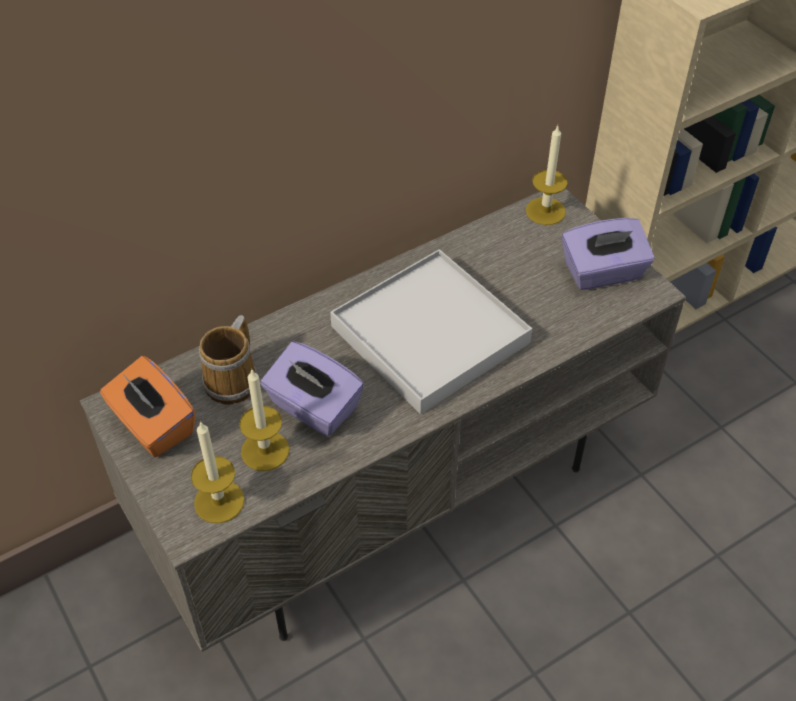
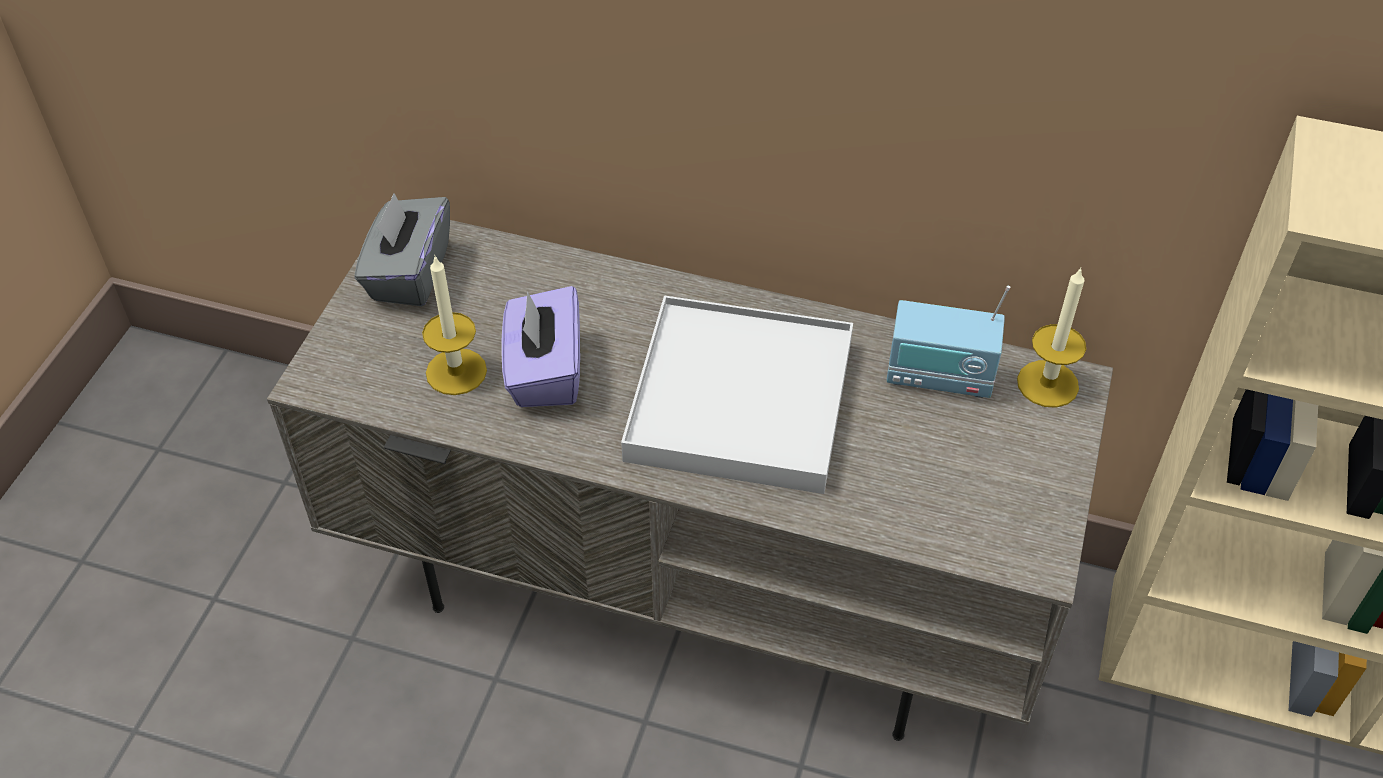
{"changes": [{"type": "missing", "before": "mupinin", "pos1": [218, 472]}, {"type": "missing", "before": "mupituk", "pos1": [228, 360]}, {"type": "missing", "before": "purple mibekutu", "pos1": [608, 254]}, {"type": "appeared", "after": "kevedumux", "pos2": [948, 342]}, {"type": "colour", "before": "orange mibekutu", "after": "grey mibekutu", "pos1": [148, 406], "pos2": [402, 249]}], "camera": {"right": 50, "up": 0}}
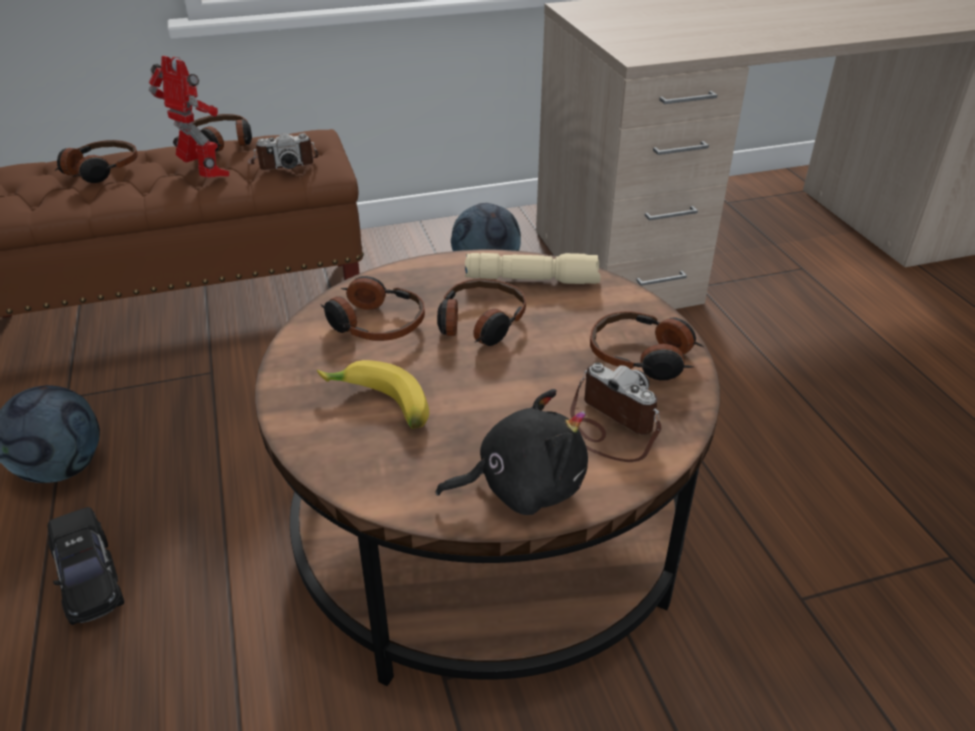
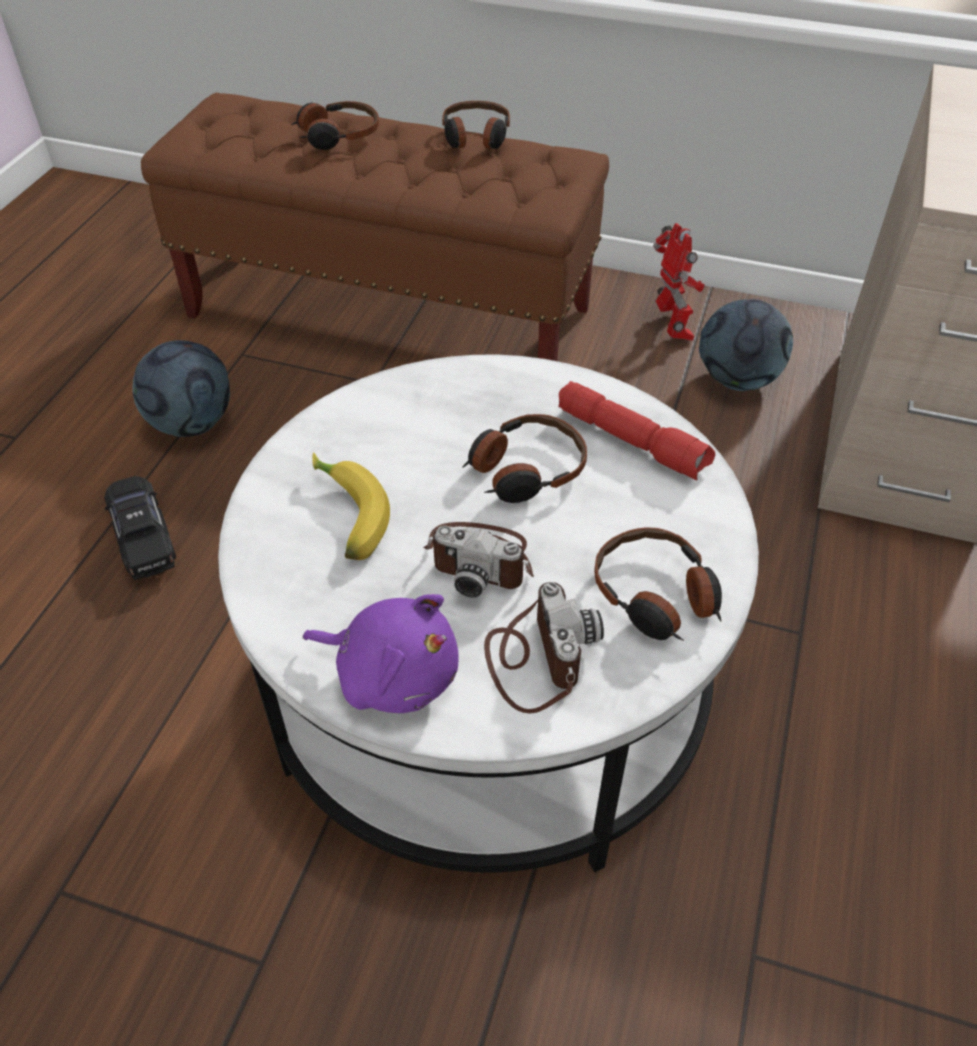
{"changes": [{"type": "missing", "before": "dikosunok", "pos1": [372, 308]}, {"type": "relocated", "before": "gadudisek", "pos1": [189, 117], "pos2": [679, 282]}, {"type": "relocated", "before": "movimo", "pos1": [283, 151], "pos2": [478, 560]}, {"type": "colour", "before": "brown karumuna", "after": "white karumuna", "pos1": [487, 468], "pos2": [488, 614]}, {"type": "colour", "before": "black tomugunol", "after": "purple tomugunol", "pos1": [512, 452], "pos2": [381, 653]}, {"type": "colour", "before": "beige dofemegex", "after": "red dofemegex", "pos1": [533, 268], "pos2": [636, 430]}, {"type": "spun", "before": "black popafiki", "pos1": [86, 566], "pos2": [140, 528], "turn": 150}], "camera": {"right": 35, "up": 10}}
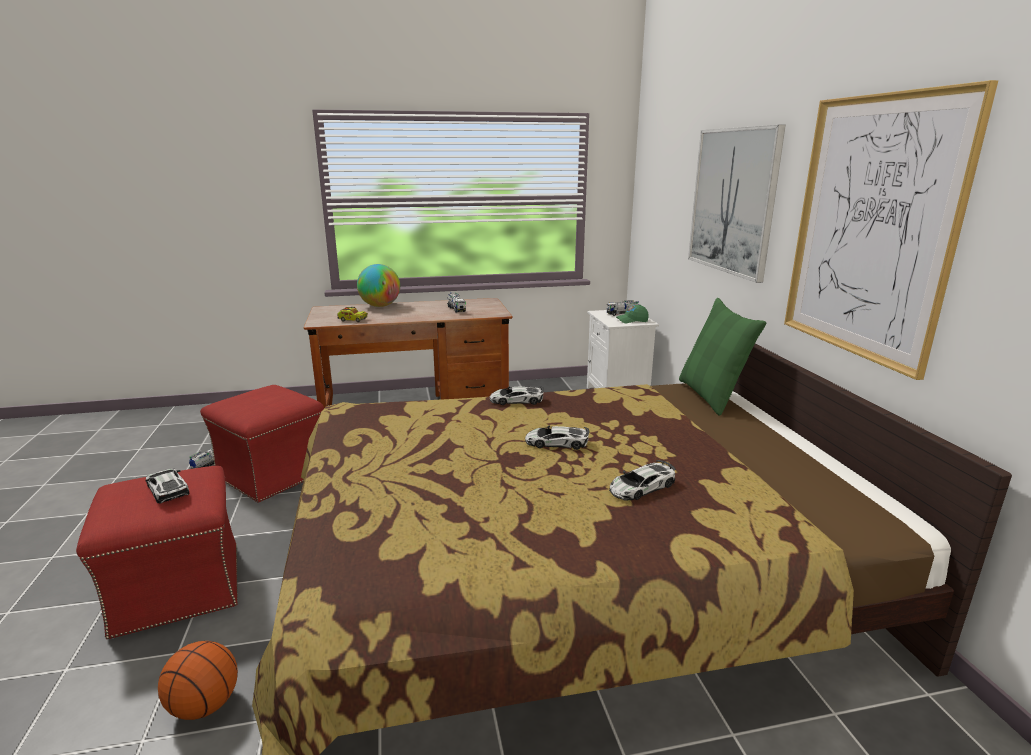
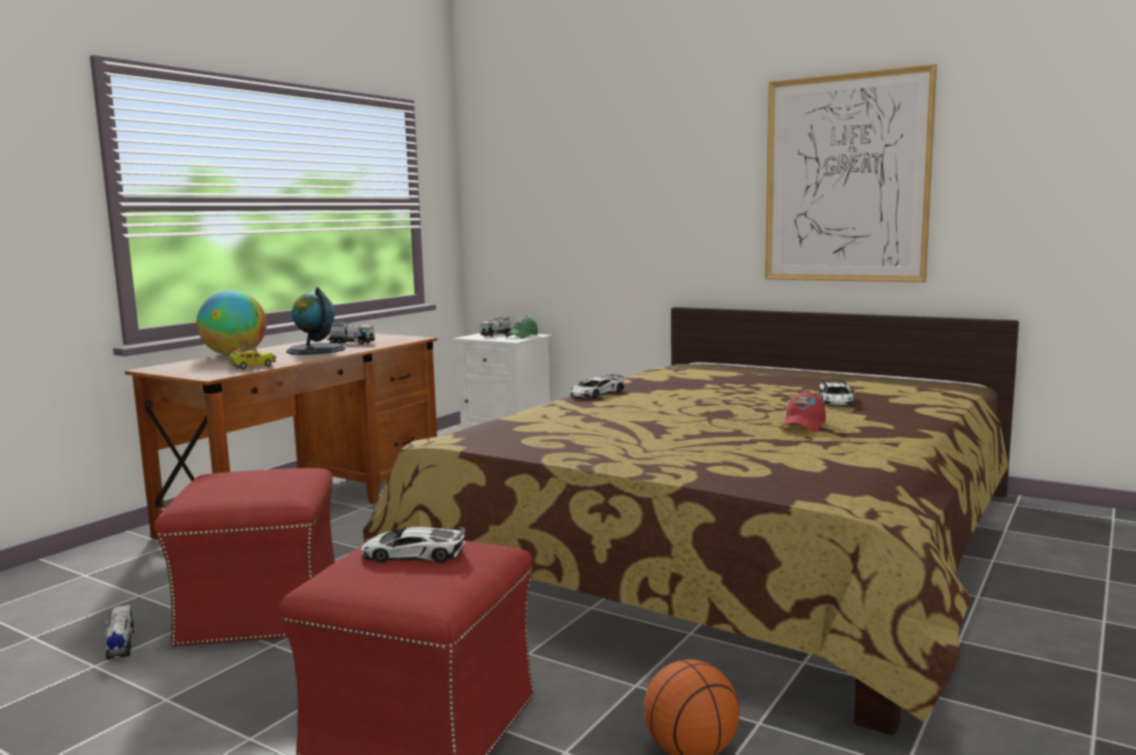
{"changes": [{"type": "missing", "before": "popafiki", "pos1": [557, 437]}, {"type": "missing", "before": "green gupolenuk", "pos1": [722, 357]}, {"type": "missing", "before": "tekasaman", "pos1": [737, 204]}, {"type": "appeared", "after": "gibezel", "pos2": [315, 321]}, {"type": "appeared", "after": "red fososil", "pos2": [803, 411]}], "camera": {"right": -45, "up": -10}}
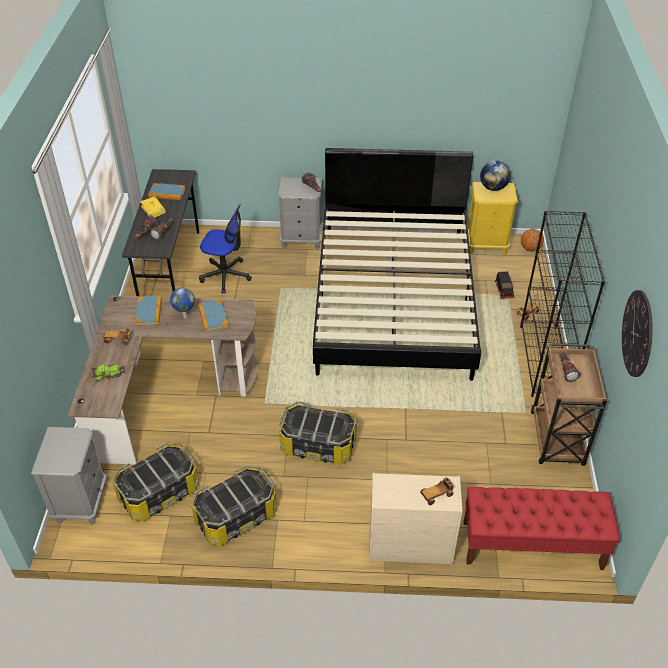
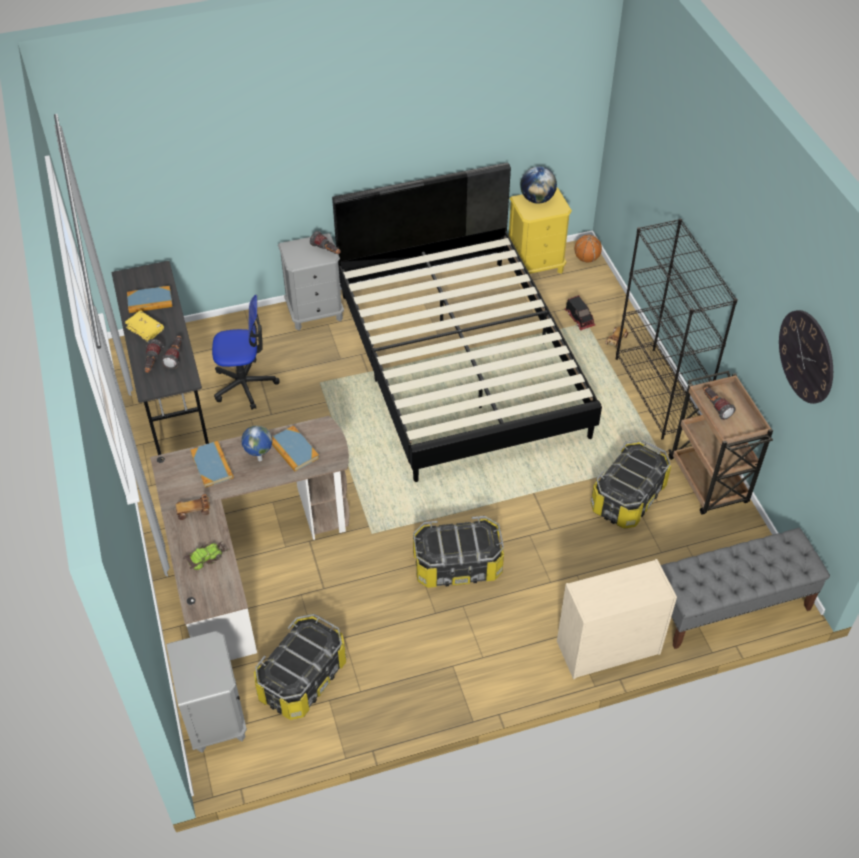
{"changes": [{"type": "missing", "before": "popafiki", "pos1": [437, 491]}, {"type": "relocated", "before": "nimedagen", "pos1": [234, 505], "pos2": [631, 484]}, {"type": "colour", "before": "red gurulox", "after": "grey gurulox", "pos1": [542, 528], "pos2": [745, 588]}], "camera": {"right": -20, "up": 5}}
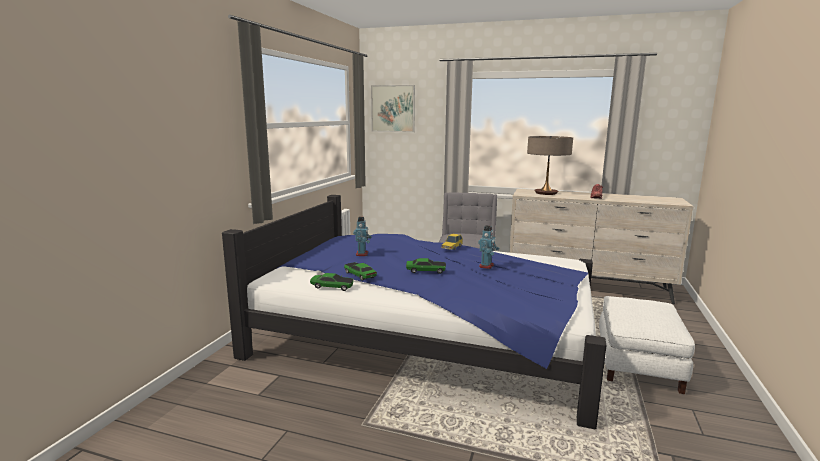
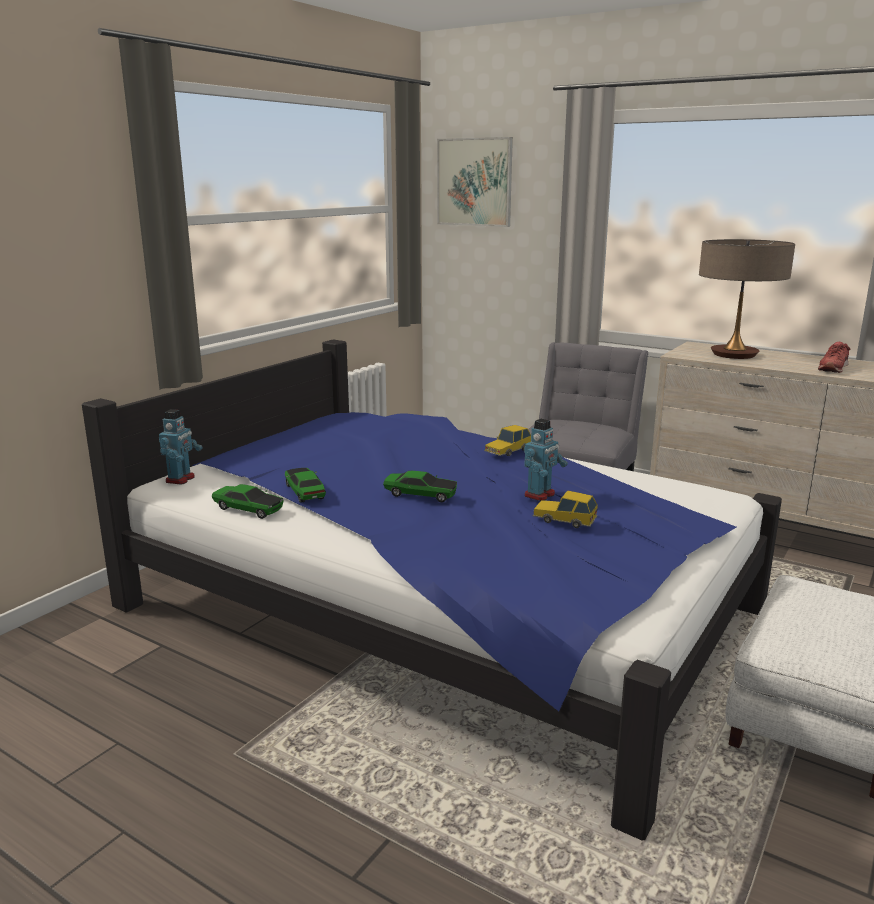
{"changes": [{"type": "appeared", "after": "popafiki", "pos2": [565, 509]}, {"type": "relocated", "before": "gadudisek", "pos1": [362, 236], "pos2": [180, 446]}], "camera": {"right": 15, "up": 5}}
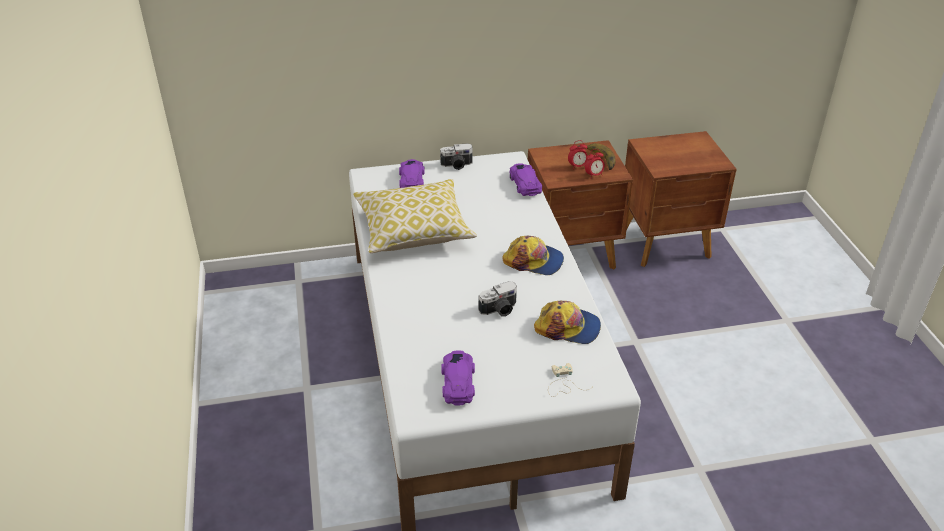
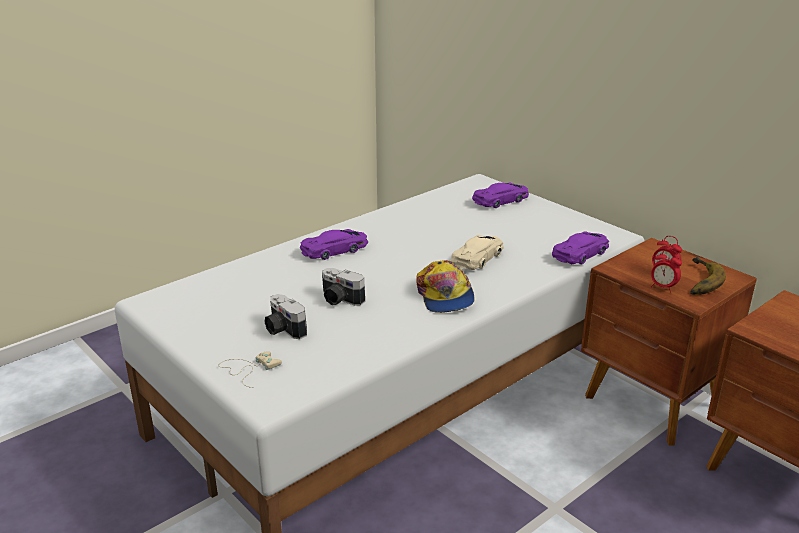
{"changes": [{"type": "missing", "before": "gupolenuk", "pos1": [415, 216]}, {"type": "missing", "before": "fososil", "pos1": [567, 322]}, {"type": "appeared", "after": "beige popafiki", "pos2": [477, 252]}, {"type": "relocated", "before": "movimo", "pos1": [456, 156], "pos2": [285, 316]}, {"type": "relocated", "before": "purple popafiki", "pos1": [458, 377], "pos2": [334, 244]}], "camera": {"right": 60, "up": -10}}
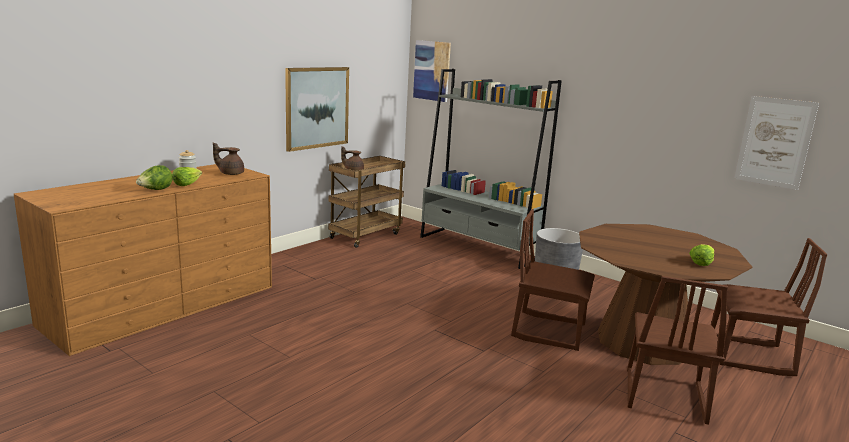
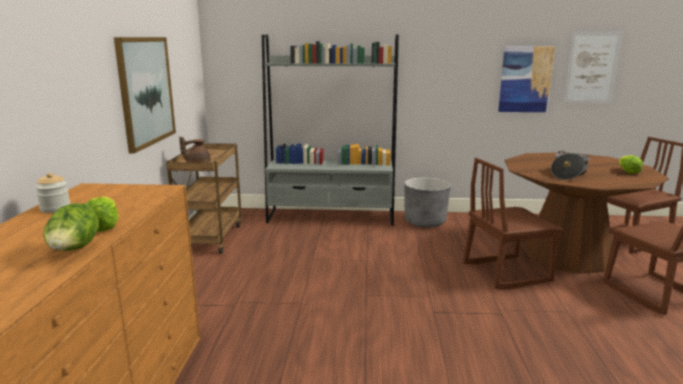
{"changes": [{"type": "missing", "before": "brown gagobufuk", "pos1": [228, 158]}, {"type": "appeared", "after": "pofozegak", "pos2": [570, 165]}, {"type": "relocated", "before": "tekasaman", "pos1": [432, 71], "pos2": [526, 79]}], "camera": {"right": -35, "up": 0}}
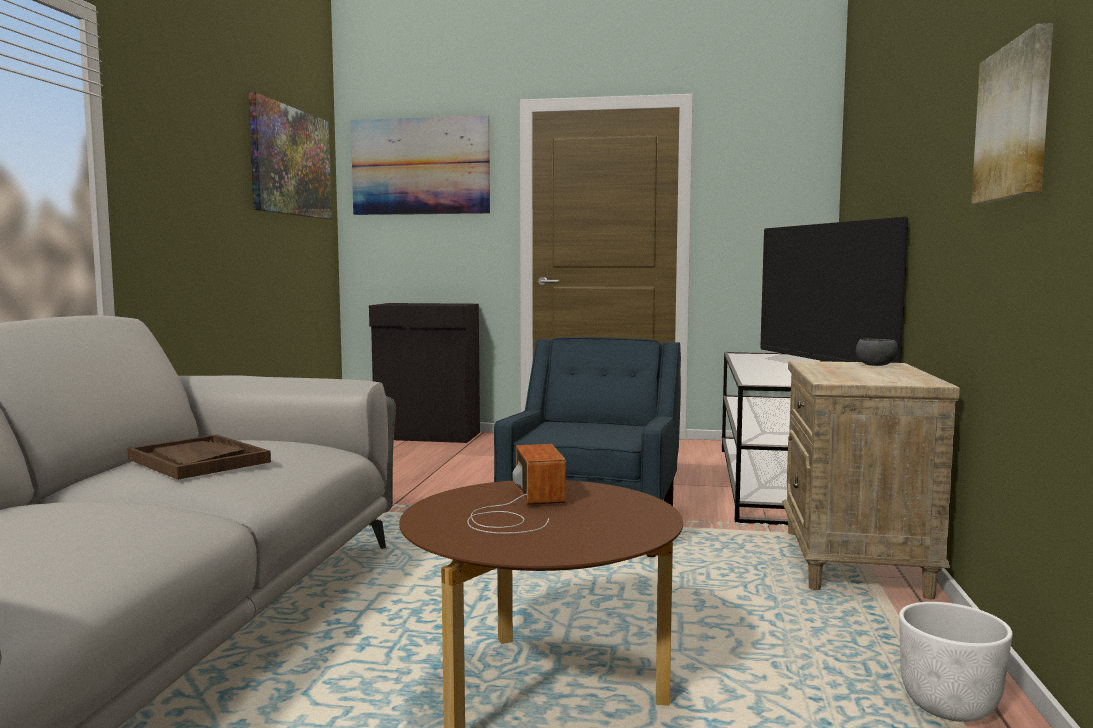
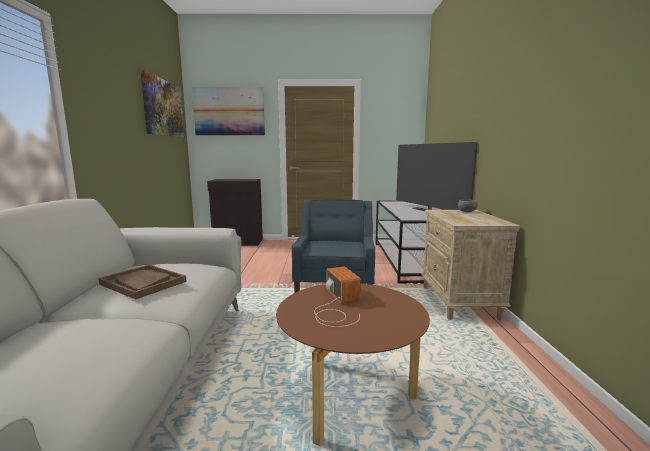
{"changes": [{"type": "missing", "before": "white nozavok", "pos1": [956, 662]}, {"type": "missing", "before": "tekasaman", "pos1": [1012, 113]}], "camera": {"right": -10, "up": 5}}
